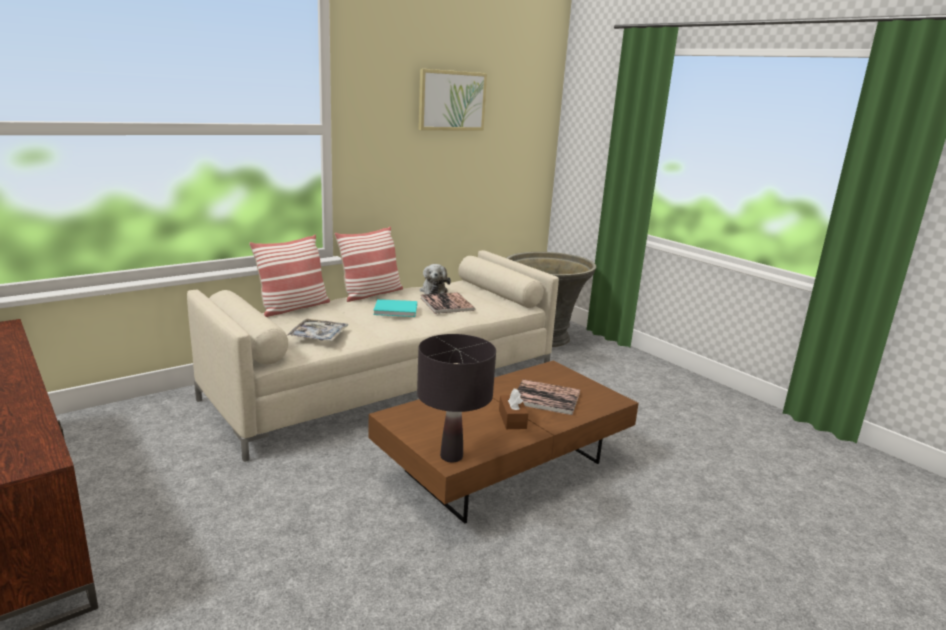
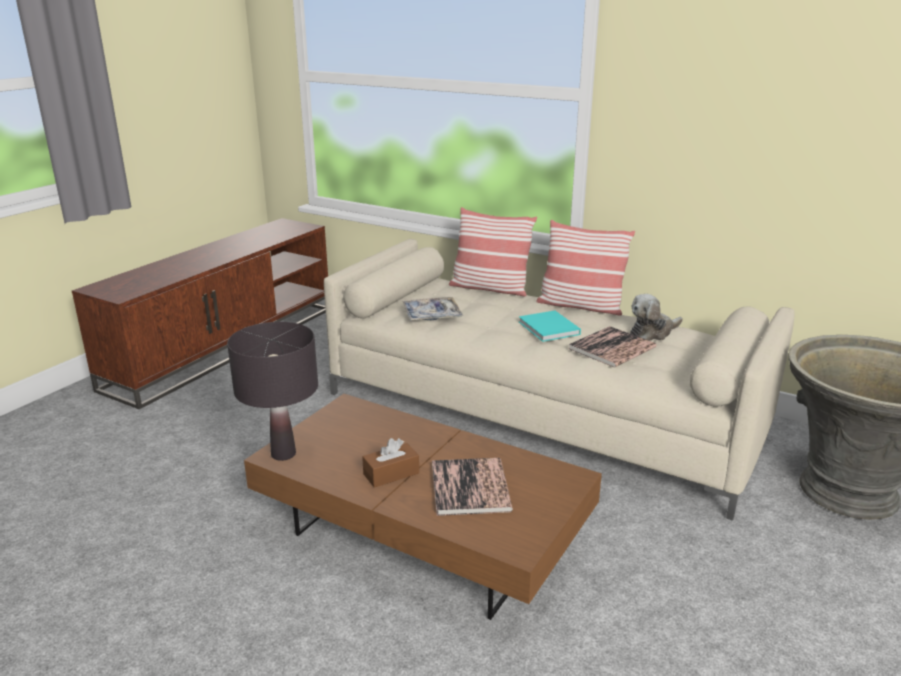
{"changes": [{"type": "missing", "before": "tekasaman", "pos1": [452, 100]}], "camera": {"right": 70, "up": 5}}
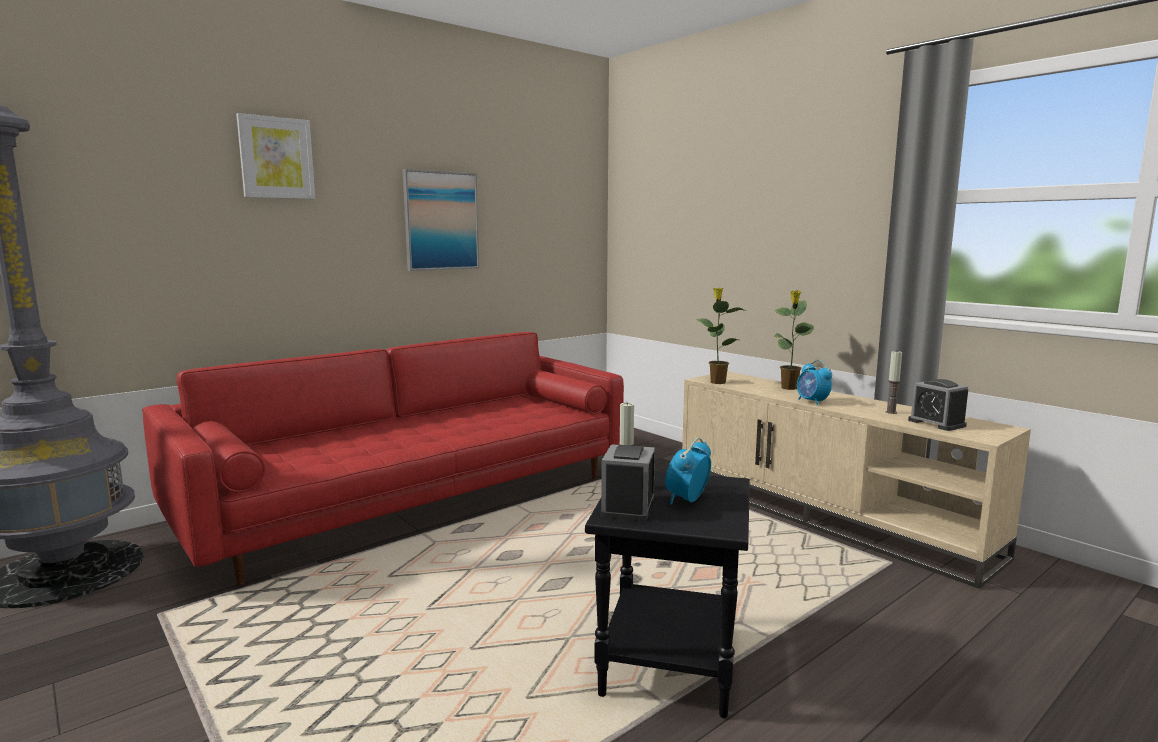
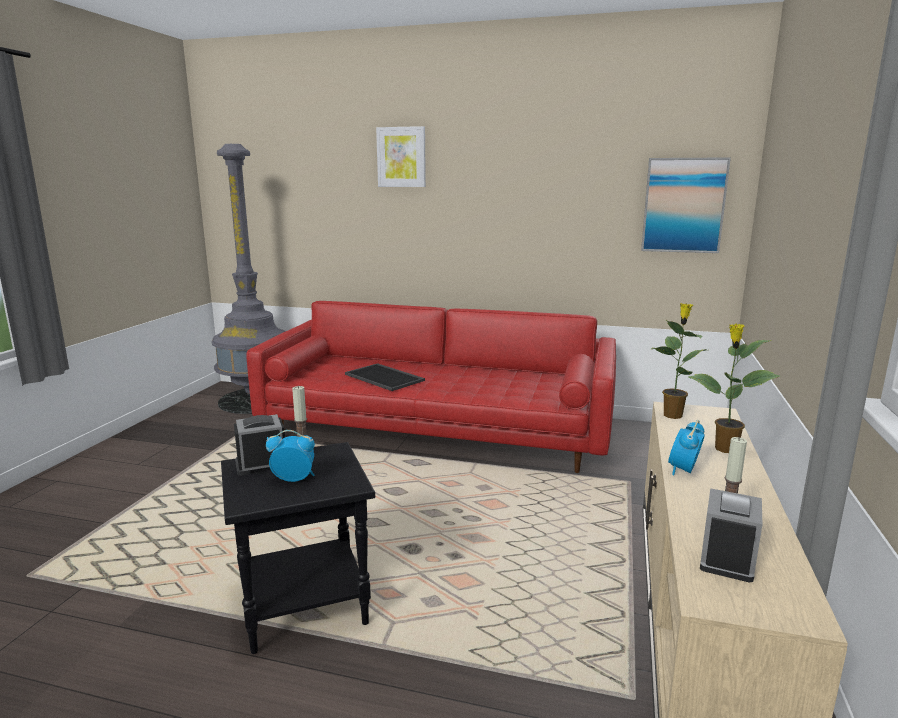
{"changes": [{"type": "appeared", "after": "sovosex", "pos2": [385, 377]}, {"type": "relocated", "before": "tekasaman", "pos1": [441, 220], "pos2": [686, 205]}], "camera": {"right": 55, "up": 5}}
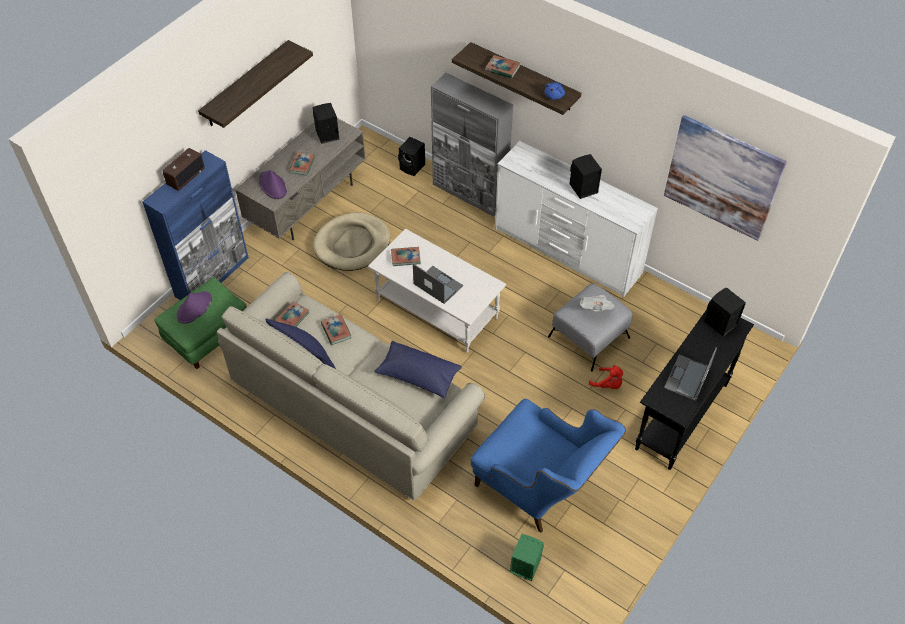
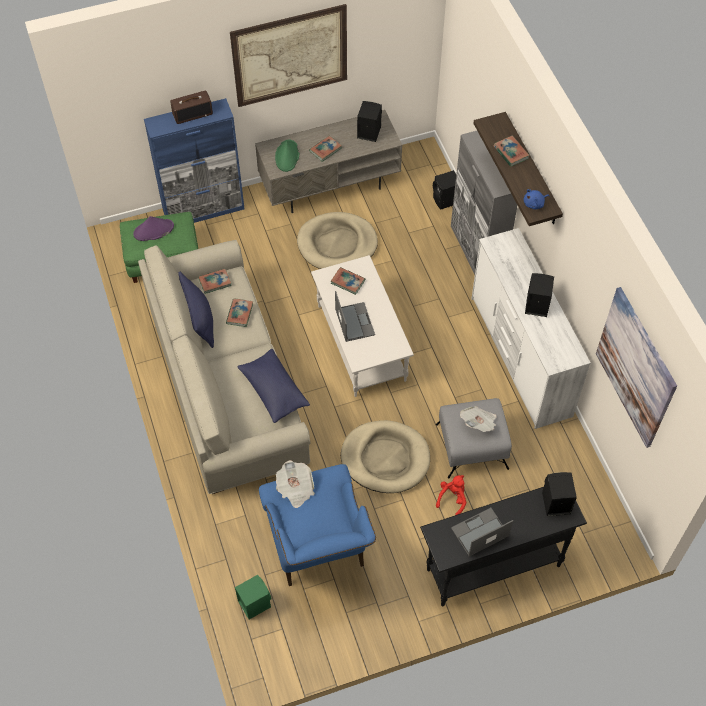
{"changes": [{"type": "appeared", "after": "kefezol", "pos2": [295, 484]}, {"type": "appeared", "after": "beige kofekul", "pos2": [385, 456]}, {"type": "exchanged", "before": "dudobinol", "after": "tekasaman", "pos1": [255, 84], "pos2": [288, 55]}, {"type": "colour", "before": "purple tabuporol", "after": "green tabuporol", "pos1": [273, 184], "pos2": [287, 156]}, {"type": "spun", "before": "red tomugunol", "pos1": [606, 377], "pos2": [451, 495], "turn": -135}], "camera": {"right": 35, "up": 5}}
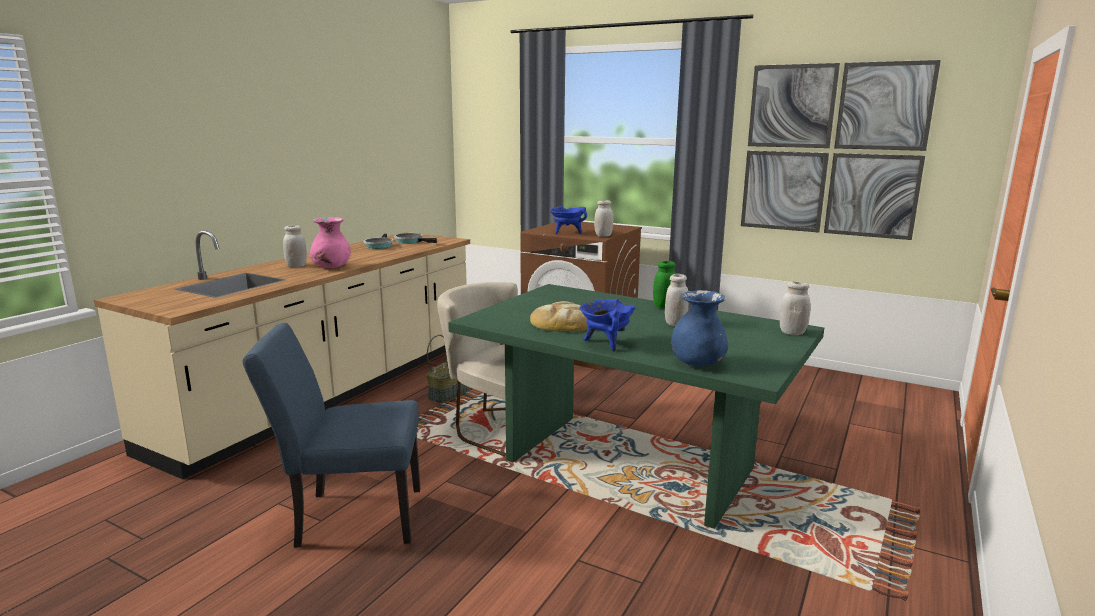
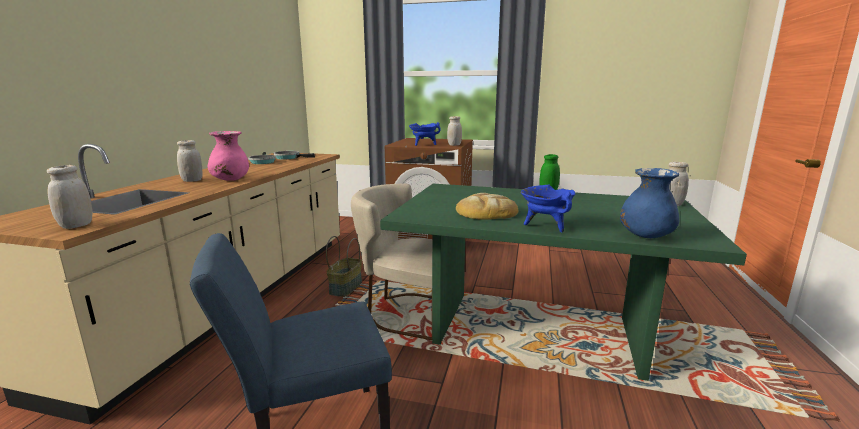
{"changes": [{"type": "missing", "before": "tekasaman", "pos1": [841, 150]}, {"type": "relocated", "before": "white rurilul", "pos1": [677, 300], "pos2": [69, 197]}], "camera": {"right": -15, "up": 0}}
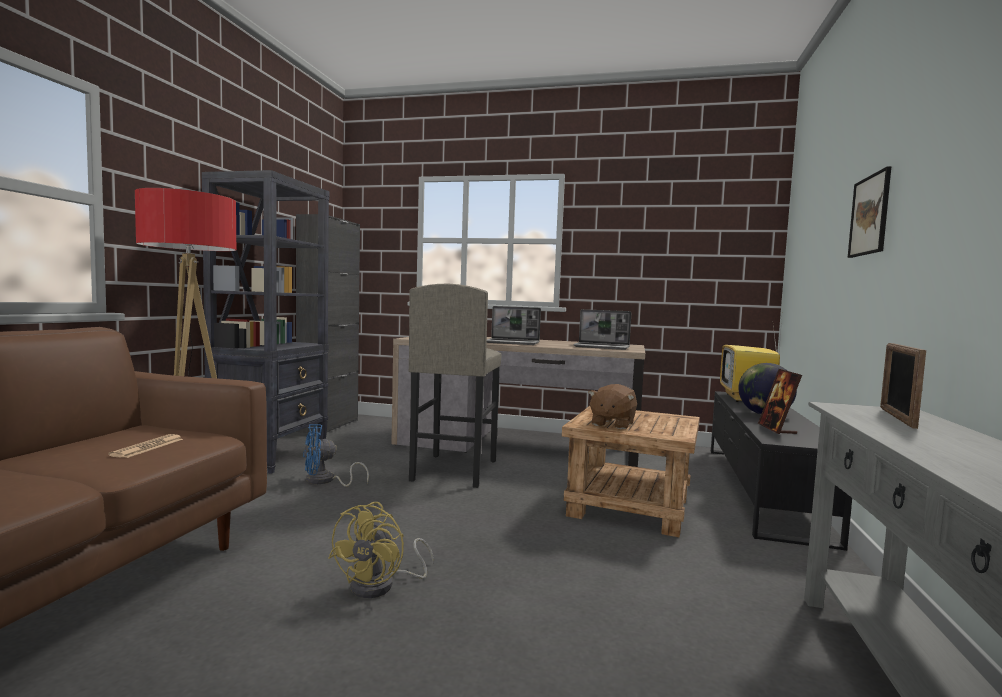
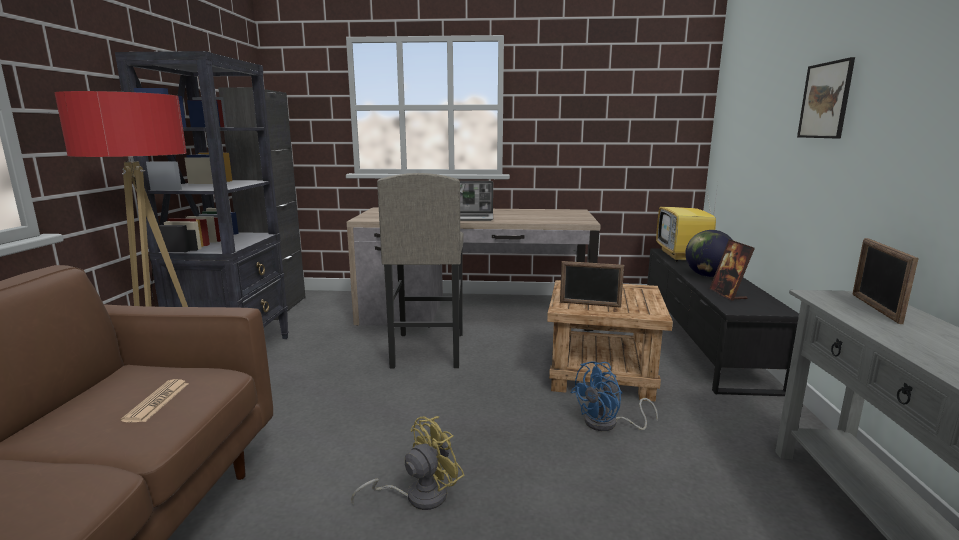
{"changes": [{"type": "missing", "before": "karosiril", "pos1": [602, 329]}, {"type": "relocated", "before": "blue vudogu", "pos1": [336, 455], "pos2": [614, 396]}, {"type": "exchanged", "before": "brown tomugunol", "after": "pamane", "pos1": [612, 406], "pos2": [592, 284]}, {"type": "spun", "before": "yellow vudogu", "pos1": [381, 550], "pos2": [408, 463], "turn": -135}], "camera": {"right": -10, "up": 10}}
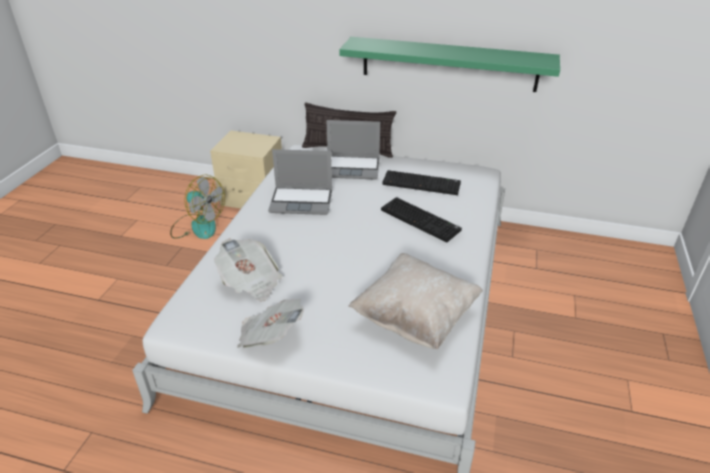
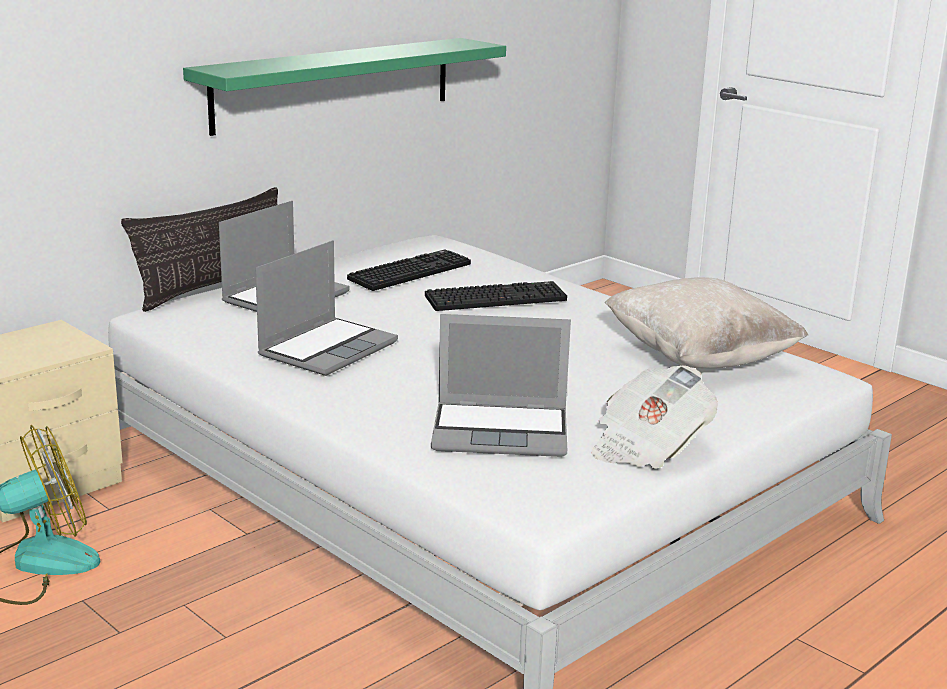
{"changes": [{"type": "exchanged", "before": "kefezol", "after": "karosiril", "pos1": [248, 270], "pos2": [501, 385]}], "camera": {"right": -60, "up": -15}}
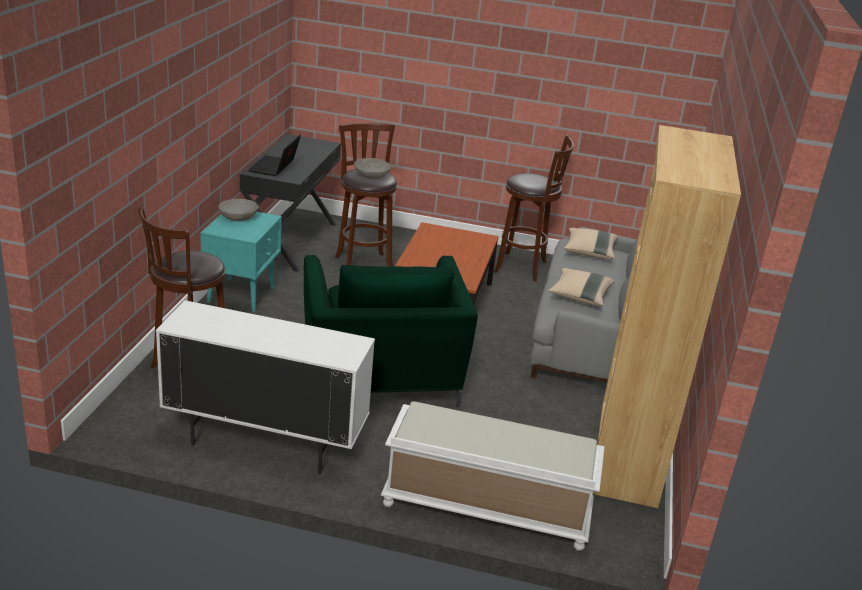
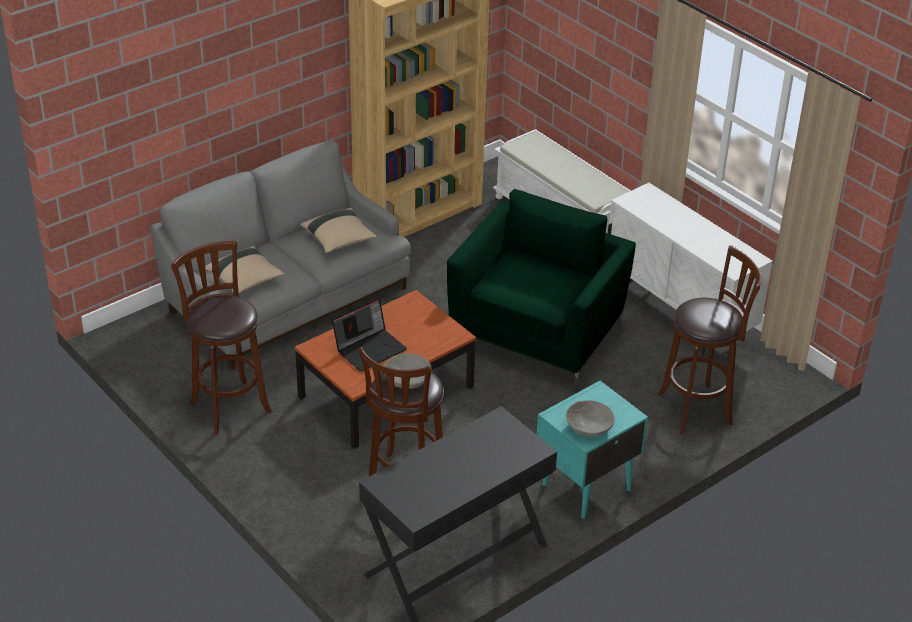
{"changes": [{"type": "relocated", "before": "karosiril", "pos1": [274, 155], "pos2": [369, 335]}], "camera": {"right": -140, "up": 10}}
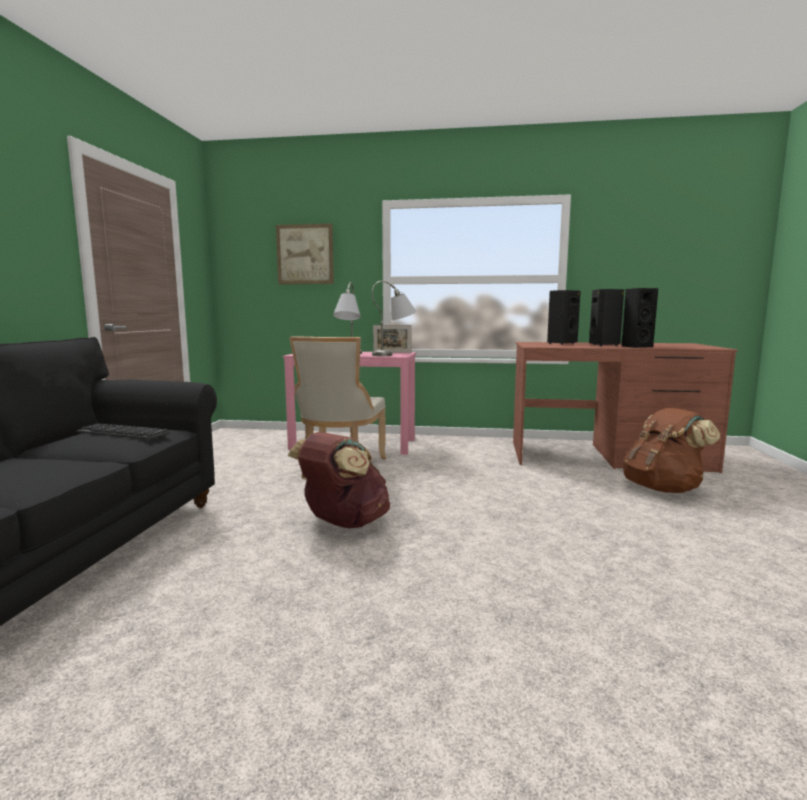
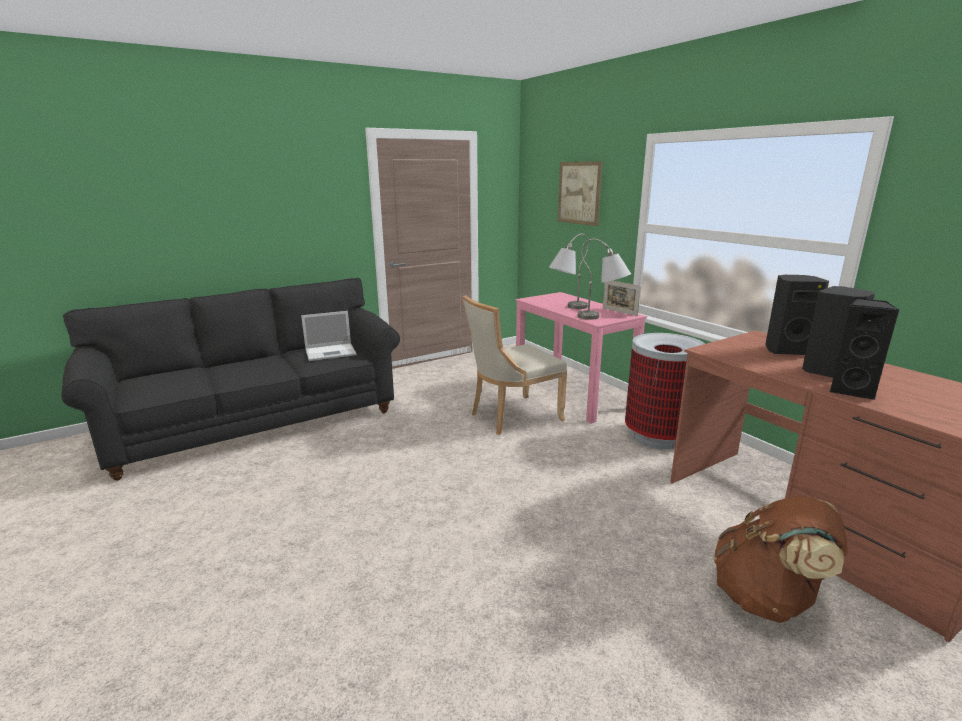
{"changes": [{"type": "missing", "before": "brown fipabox", "pos1": [339, 480]}, {"type": "appeared", "after": "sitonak", "pos2": [665, 391]}, {"type": "exchanged", "before": "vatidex", "after": "karosiril", "pos1": [123, 431], "pos2": [329, 336]}], "camera": {"right": 50, "up": 10}}
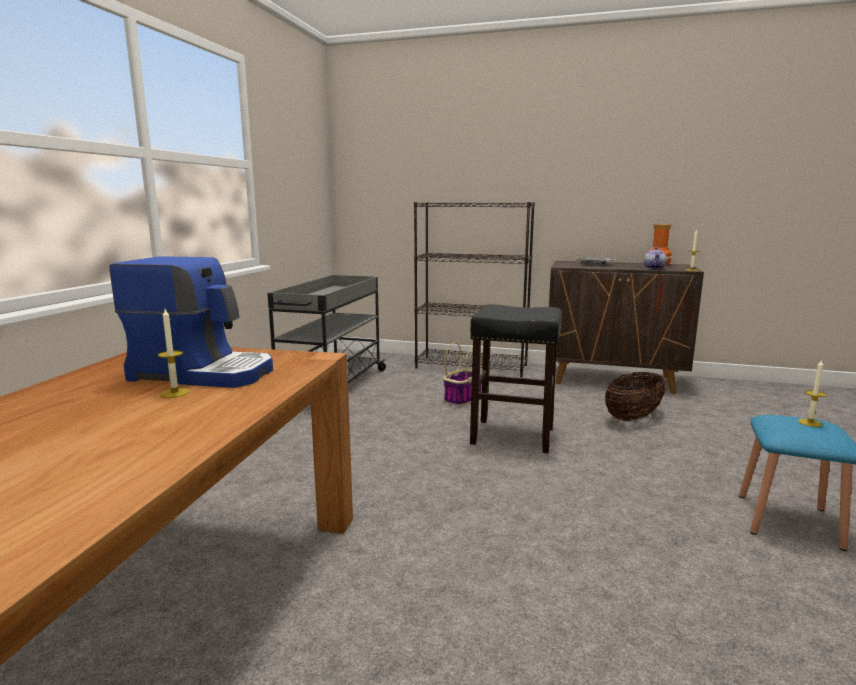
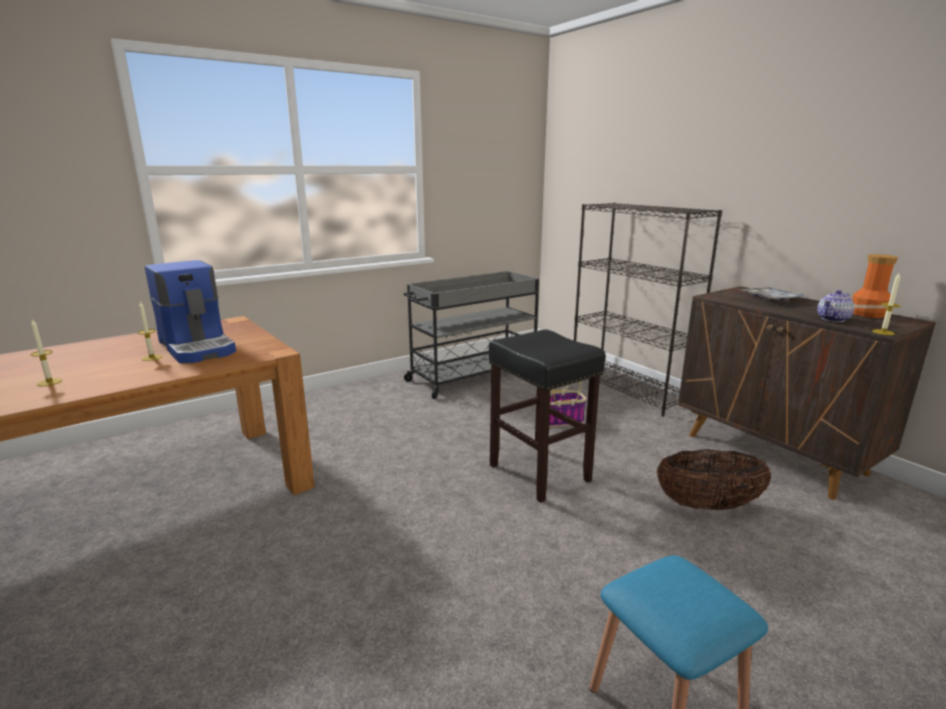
{"changes": [{"type": "relocated", "before": "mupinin", "pos1": [812, 393], "pos2": [46, 352]}], "camera": {"right": 40, "up": 5}}
